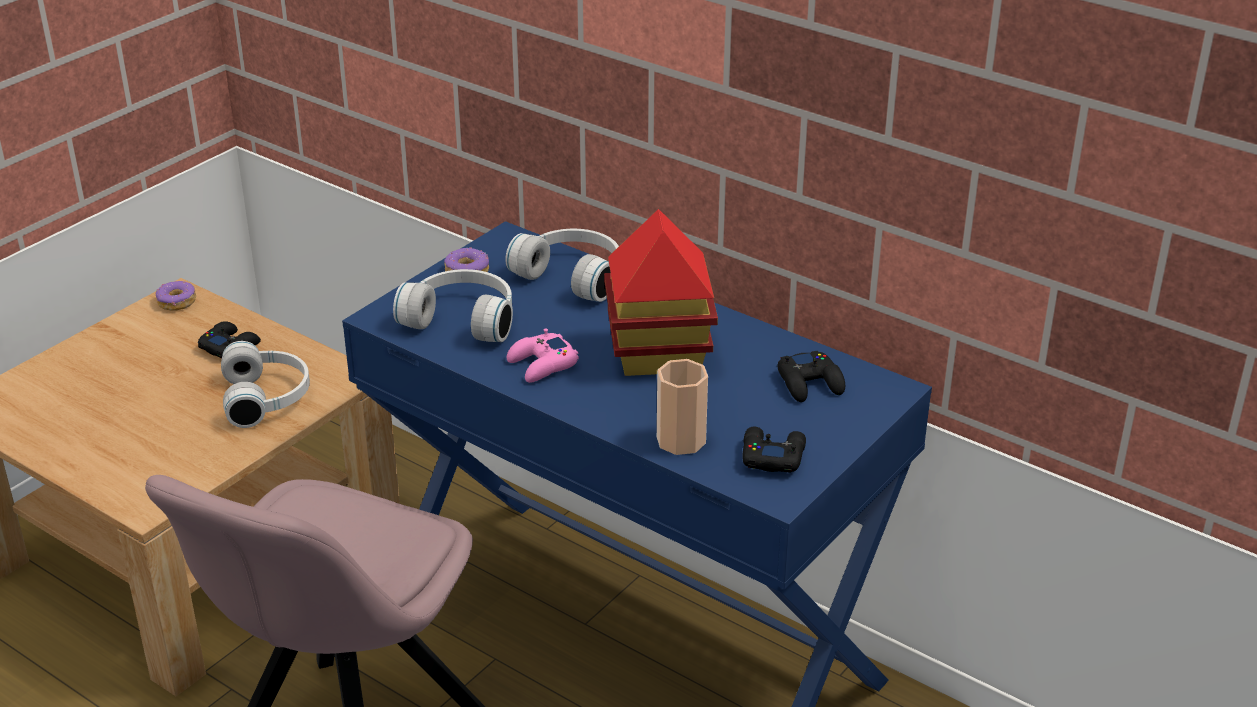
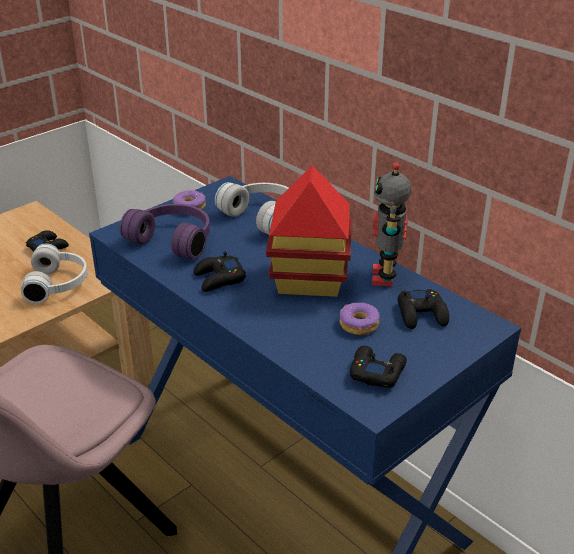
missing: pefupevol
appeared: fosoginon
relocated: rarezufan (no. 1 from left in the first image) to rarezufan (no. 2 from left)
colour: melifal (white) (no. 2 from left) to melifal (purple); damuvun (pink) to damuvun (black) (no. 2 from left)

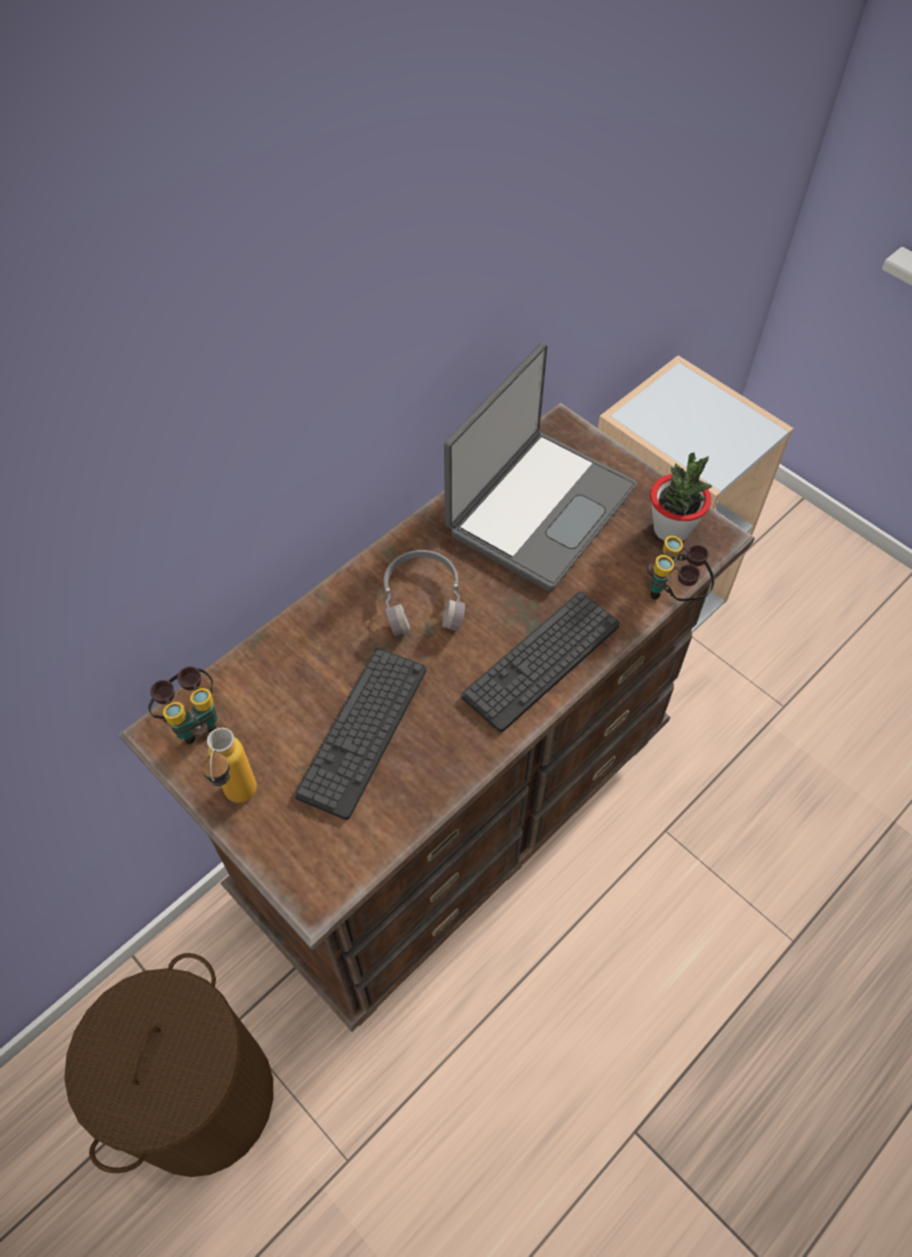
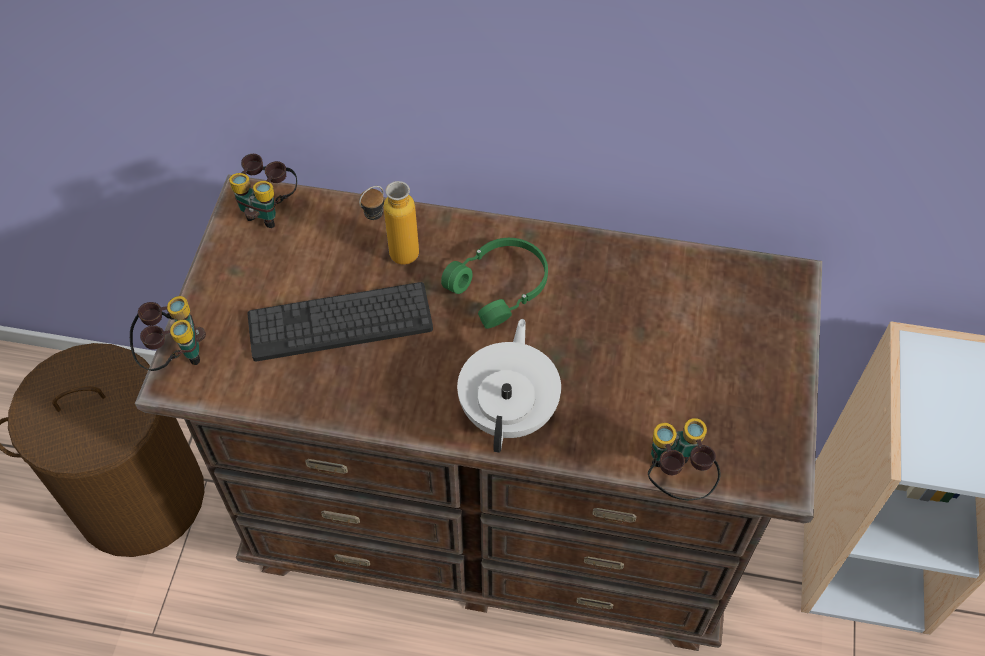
missing: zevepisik; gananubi
appeared: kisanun (no. 1 from left)
relocated: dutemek
exchanged: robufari (no. 2 from left) to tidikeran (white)
colour: melifal (grey) to melifal (green)

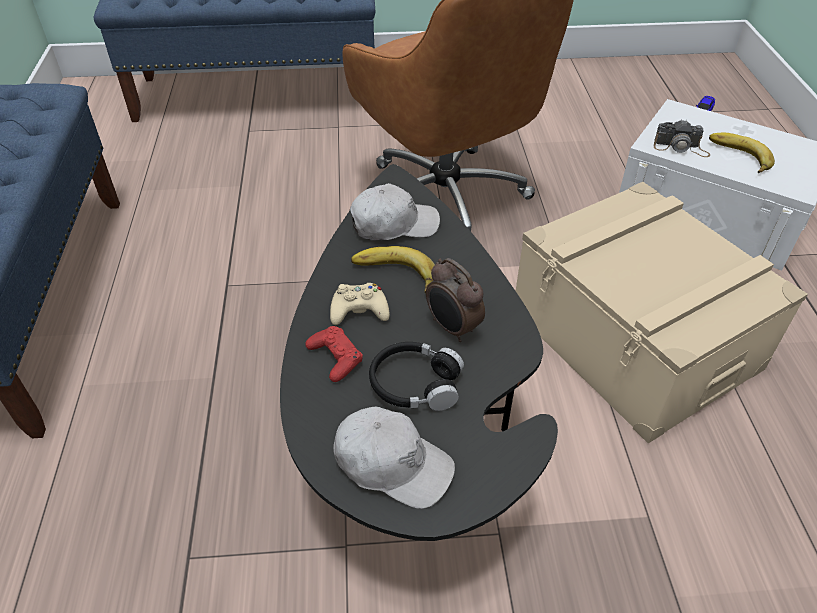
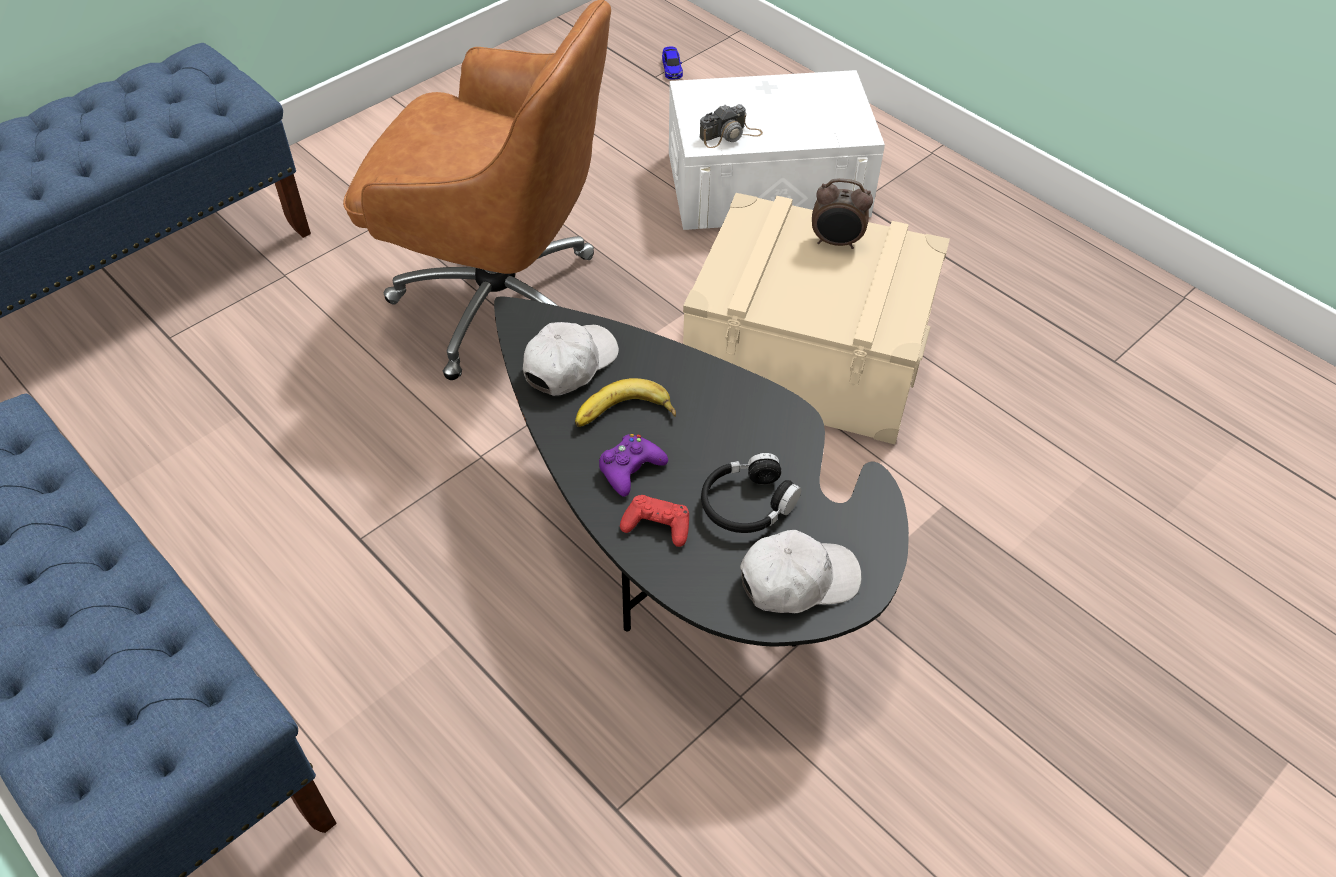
missing: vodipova (no. 2 from left)
relocated: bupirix
colour: damuvun (beige) to damuvun (purple)

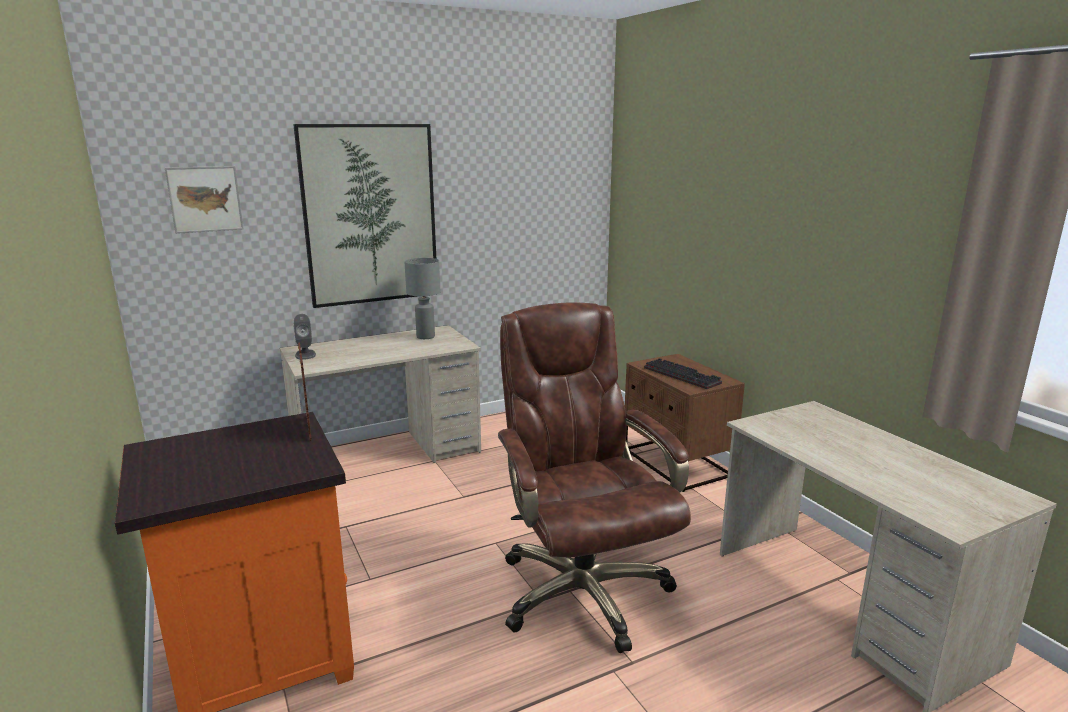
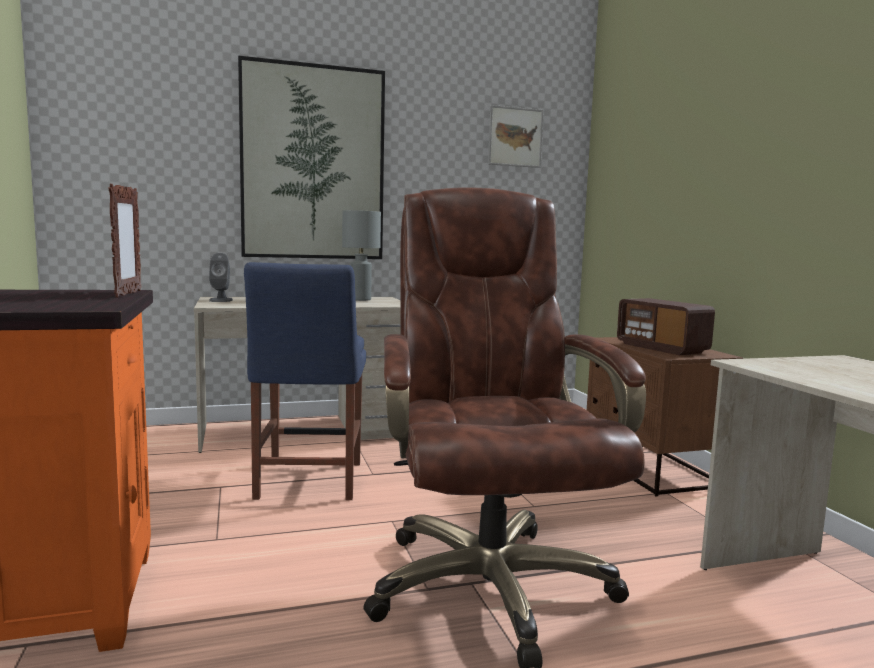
appeared: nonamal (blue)
relocated: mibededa (no. 1 from left in the first image) to mibededa (no. 2 from left)
exchanged: robufari to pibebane

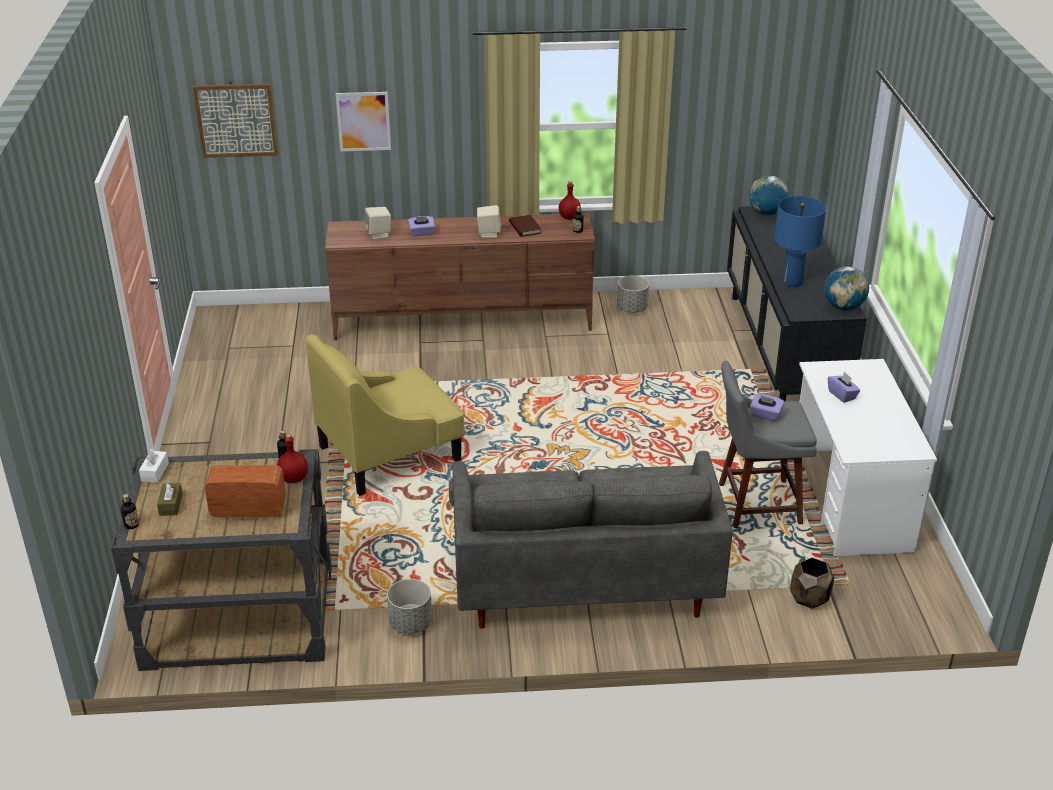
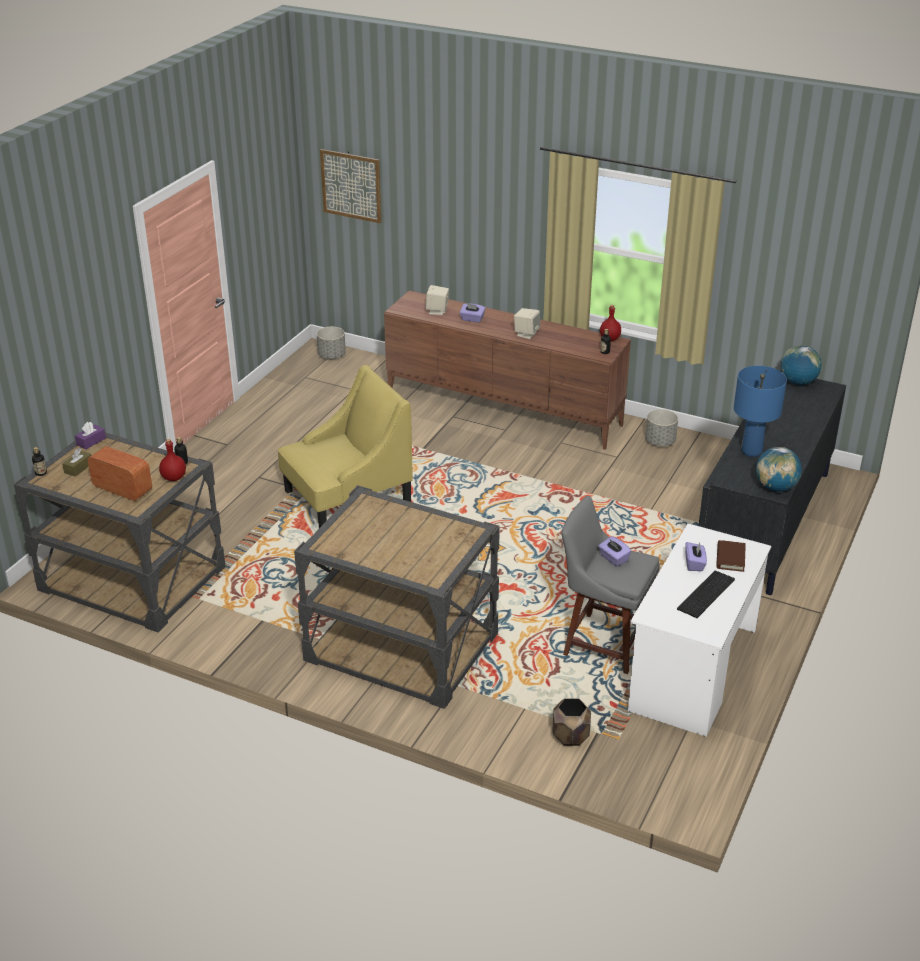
missing: mibededa (no. 2 from left)
appeared: robufari
relocated: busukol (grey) (no. 1 from left); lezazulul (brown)
exchanged: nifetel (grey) to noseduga (no. 2 from left)
colour: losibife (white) to losibife (purple) (no. 1 from left)
spun: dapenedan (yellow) 150 degrees clockwise

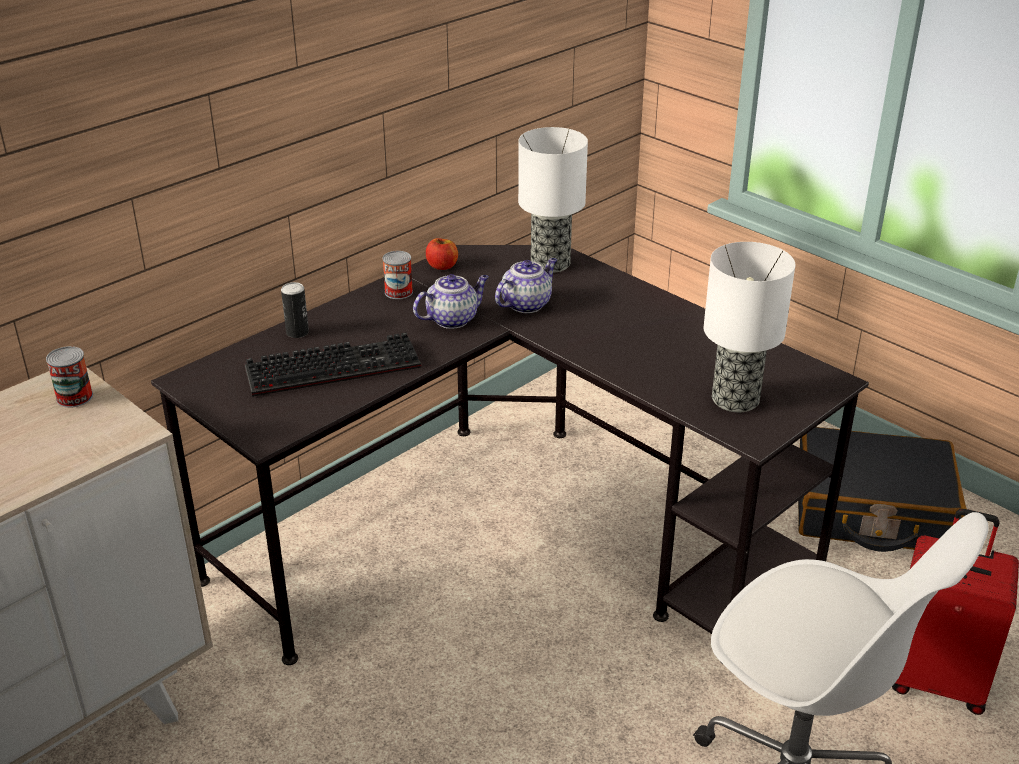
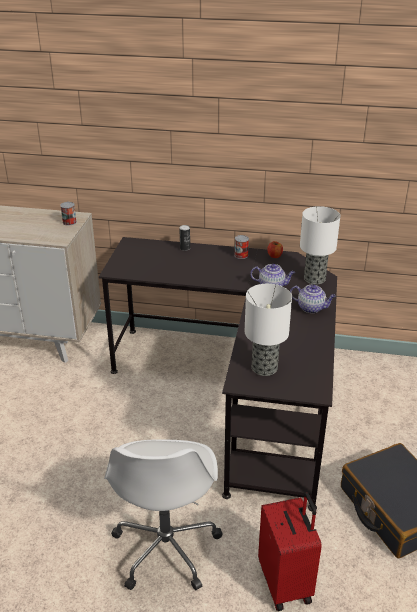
missing: robufari
relocated: tidikeran (no. 1 from left in the first image) to tidikeran (no. 2 from left)

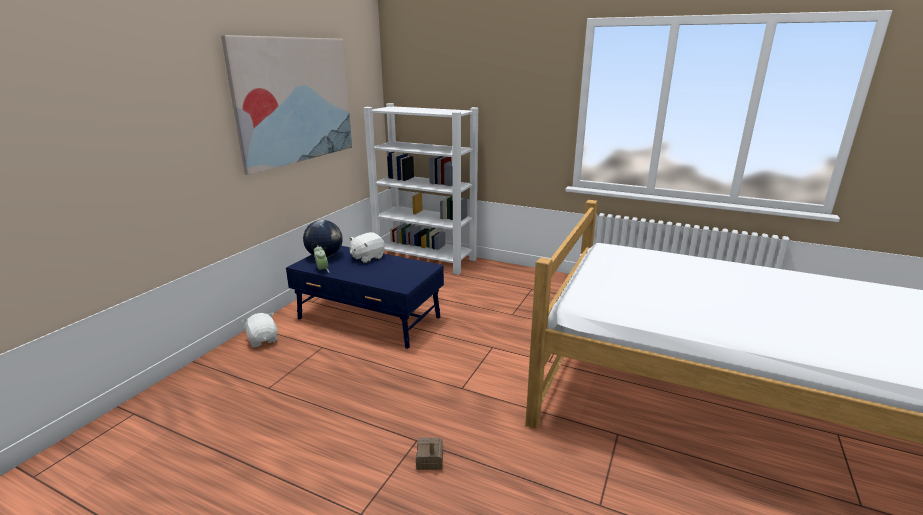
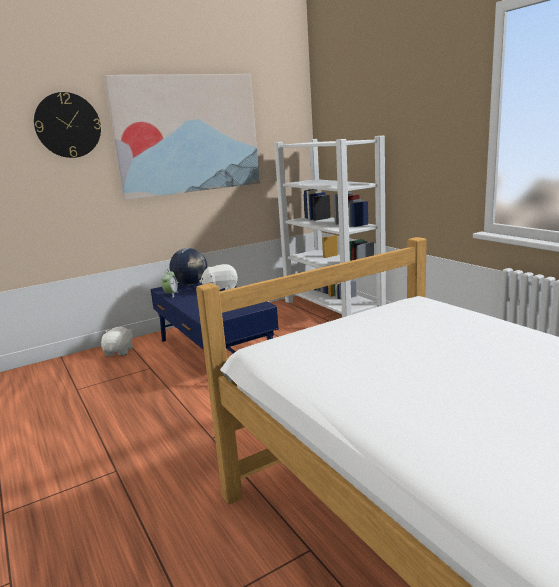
missing: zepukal
appeared: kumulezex

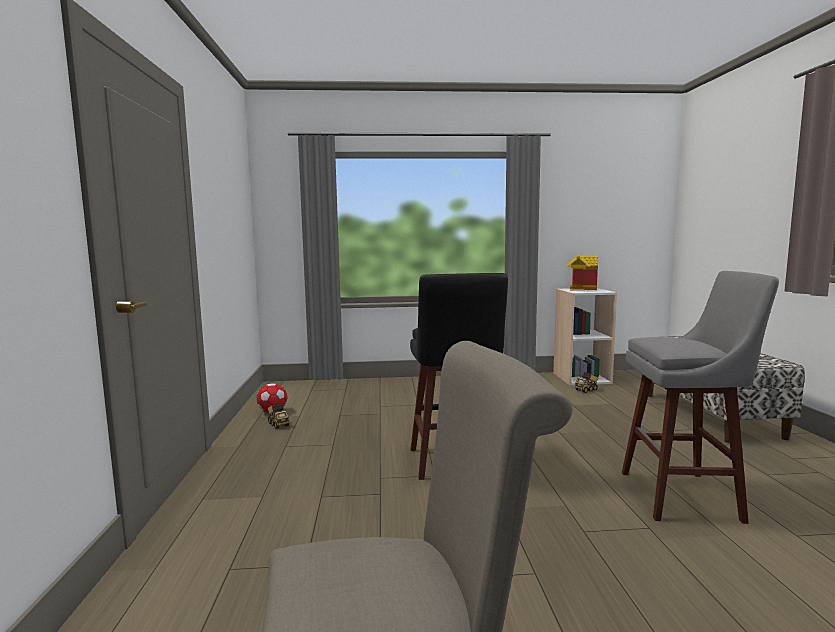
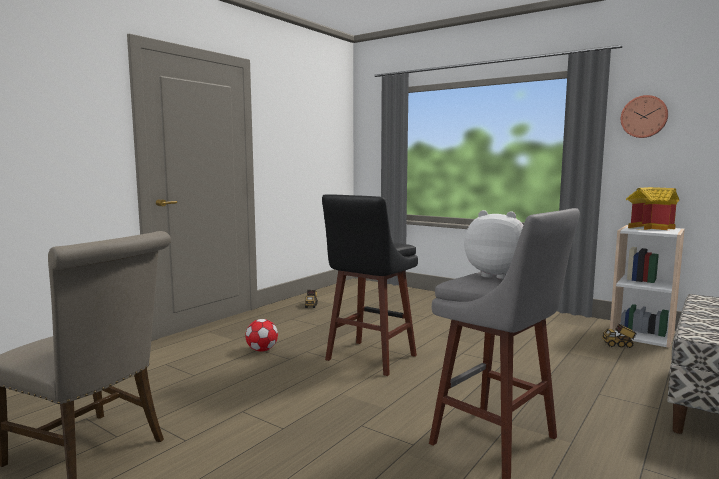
appeared: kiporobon; kumulezex
relocated: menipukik

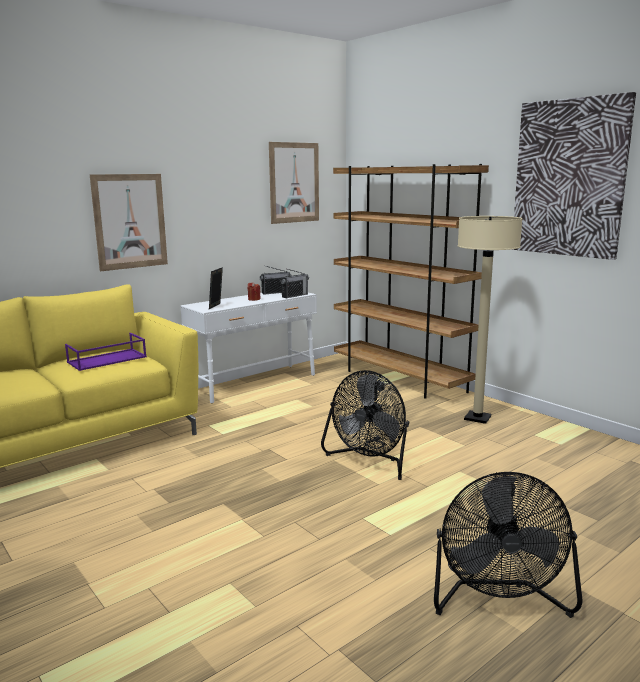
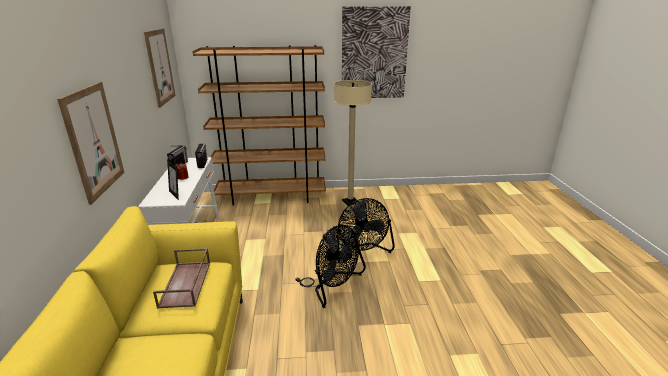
relocated: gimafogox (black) (no. 2 from left in the first image) to gimafogox (black) (no. 1 from left)
colour: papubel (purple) to papubel (brown)

